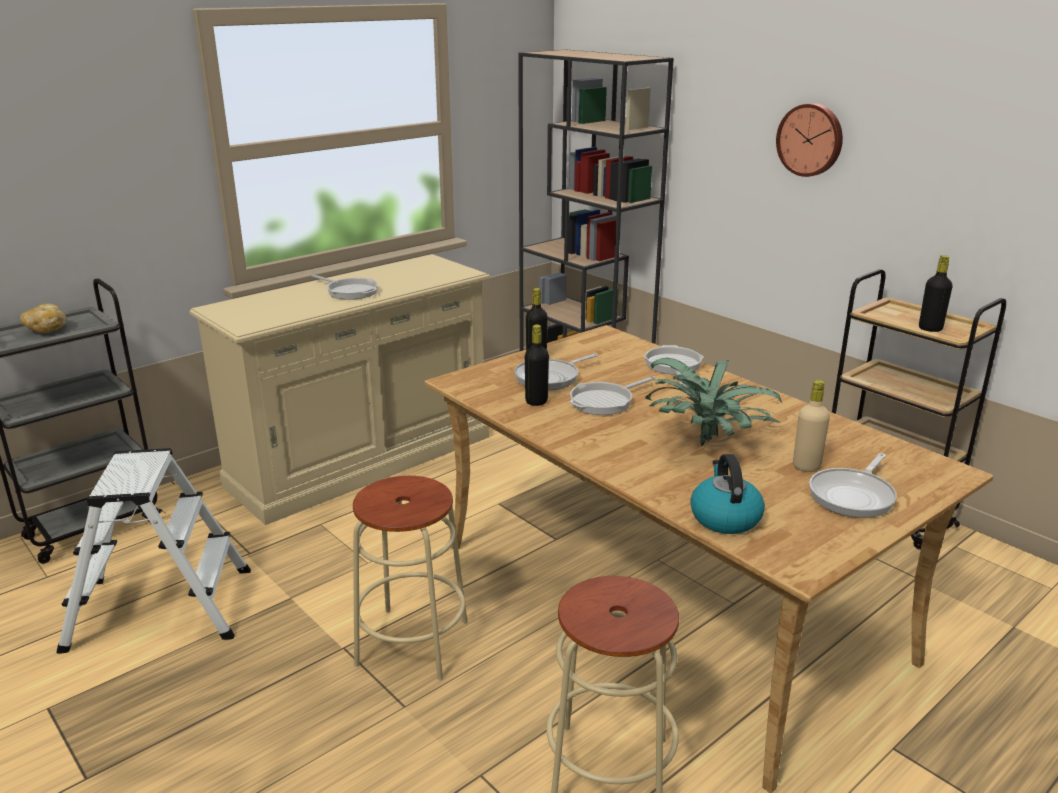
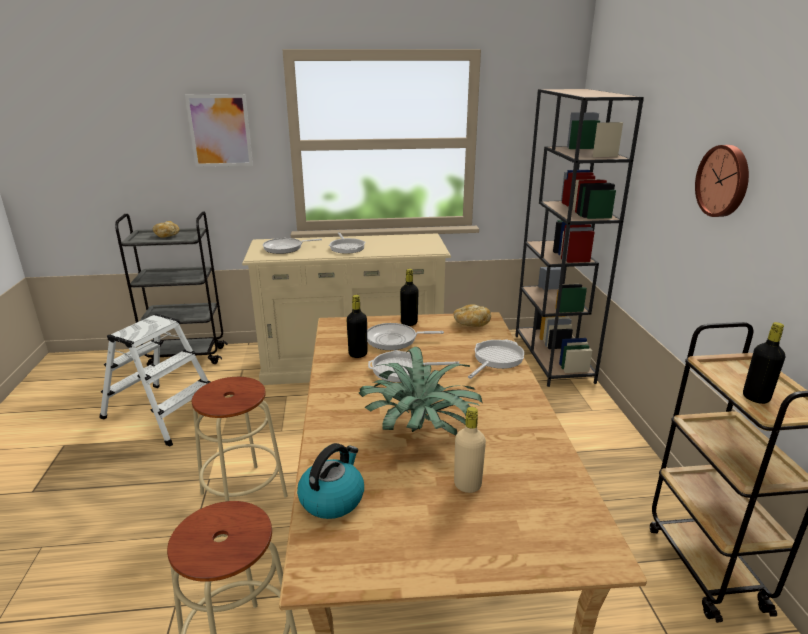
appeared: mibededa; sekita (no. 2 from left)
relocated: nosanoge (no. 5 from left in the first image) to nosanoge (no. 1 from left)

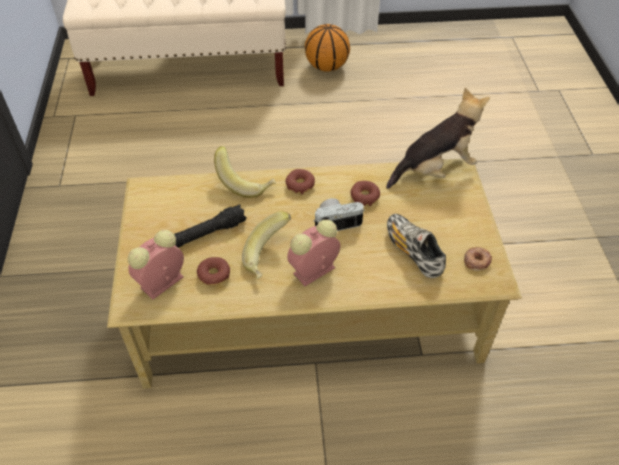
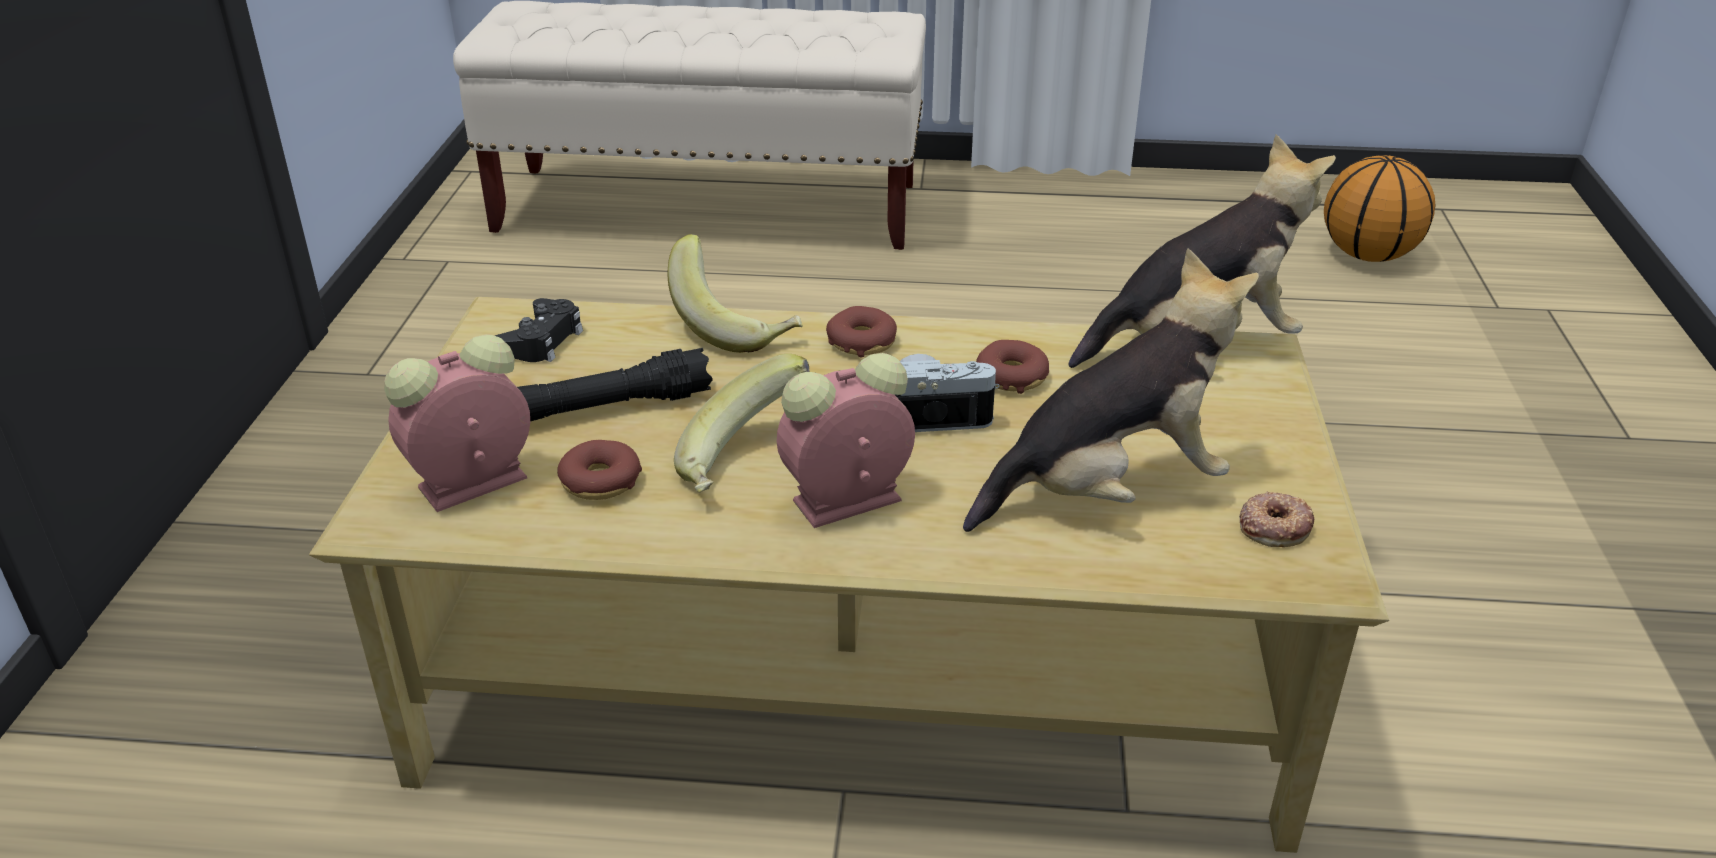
appeared: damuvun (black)
relocated: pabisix
exchanged: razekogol to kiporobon (no. 1 from left)

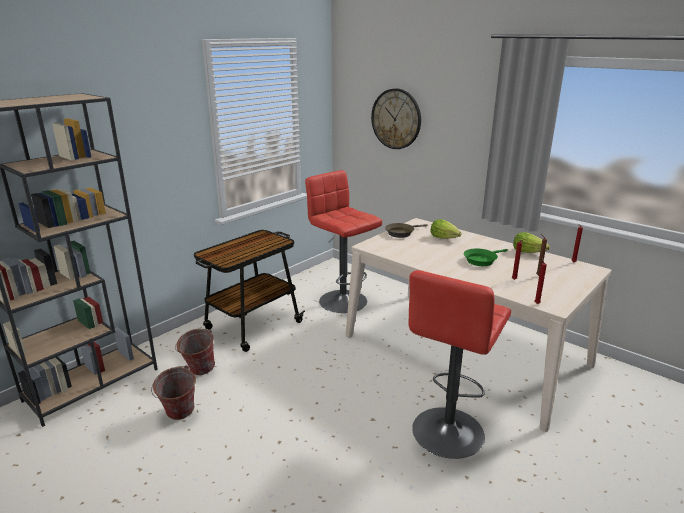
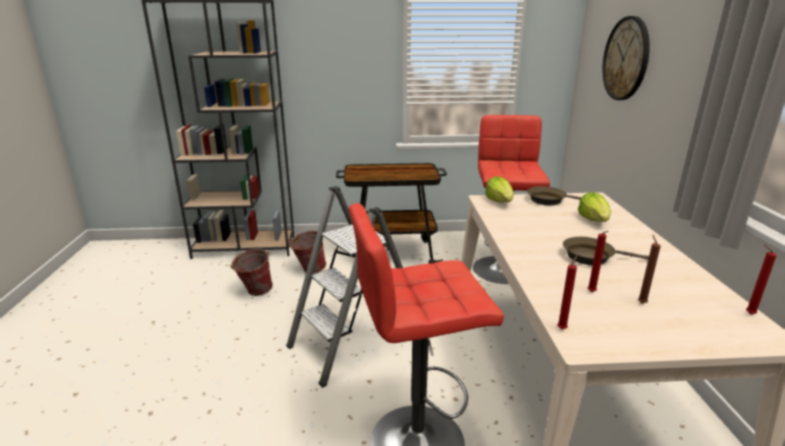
appeared: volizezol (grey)
relocated: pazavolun (no. 2 from left in the first image) to pazavolun (no. 1 from left)
colour: nosanoge (green) to nosanoge (brown) (no. 2 from left)

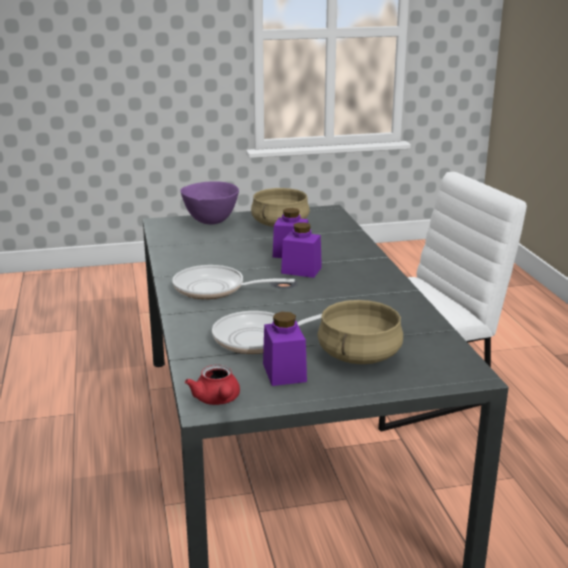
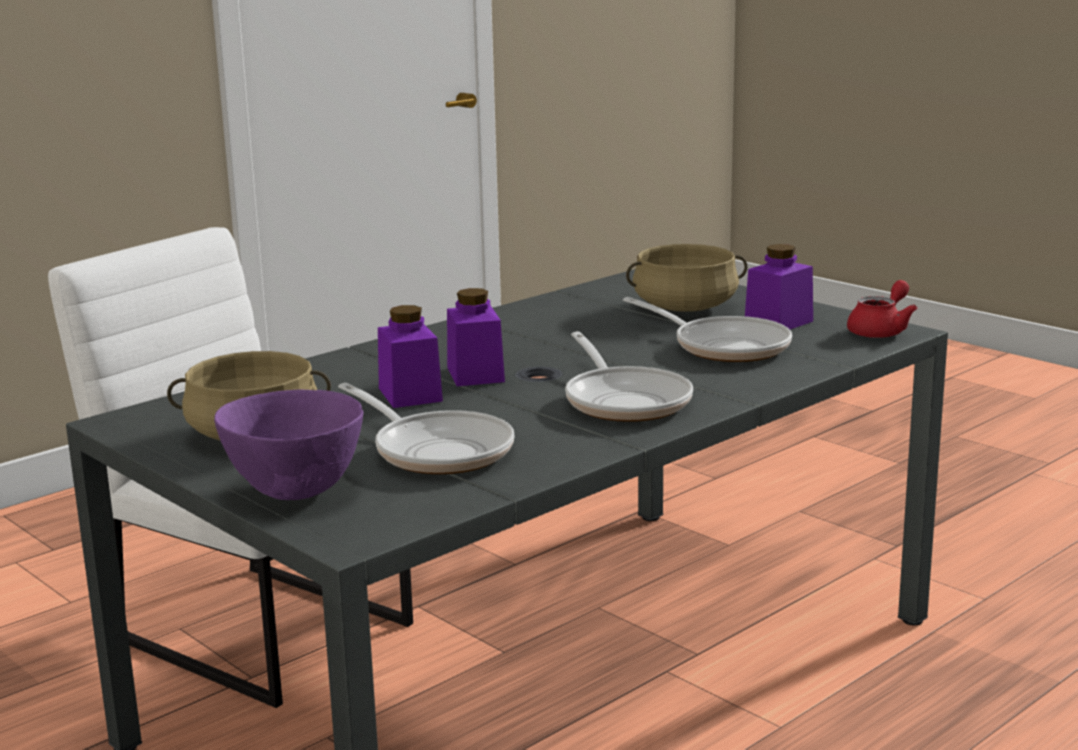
appeared: nosanoge (no. 1 from left)

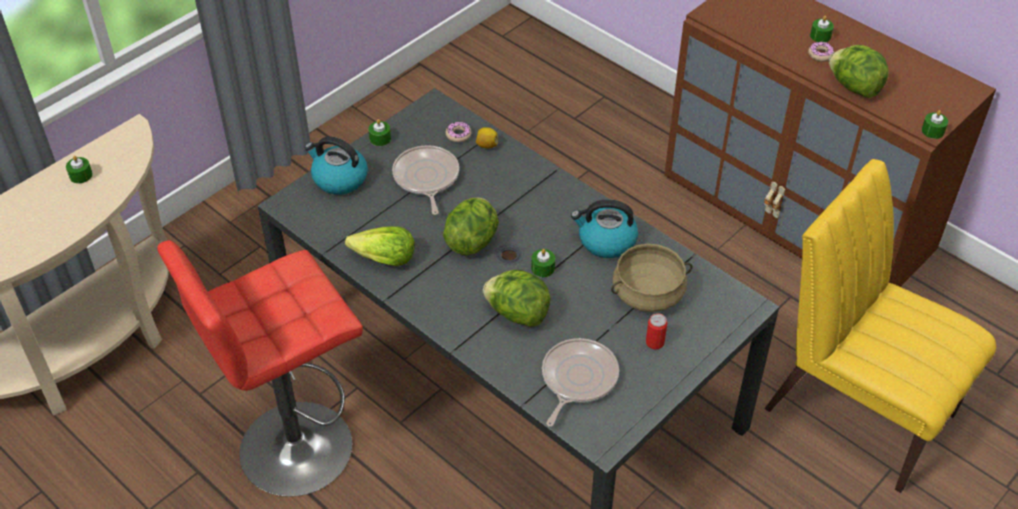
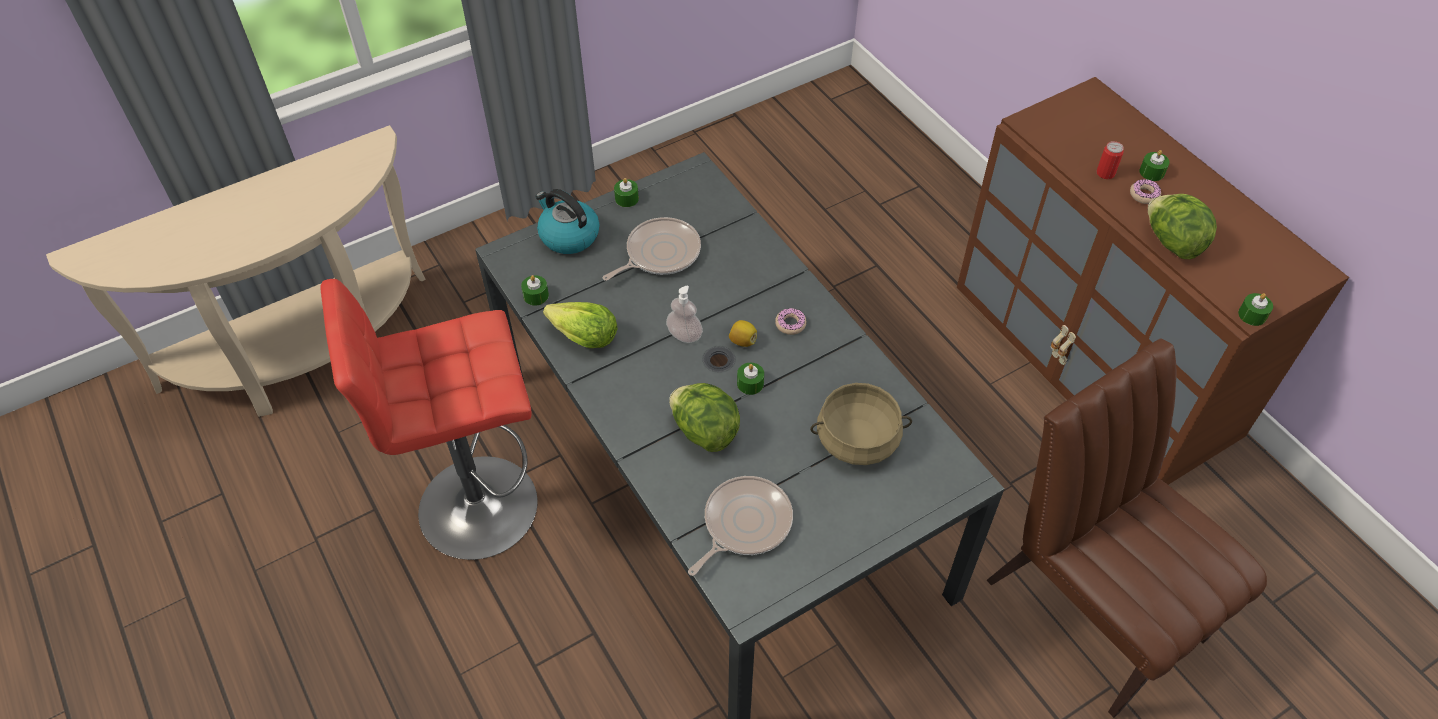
missing: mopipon (no. 2 from left)
relocated: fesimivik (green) (no. 1 from left); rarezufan (no. 1 from left); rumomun; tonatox
exchanged: pazavolun (no. 2 from left) to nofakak
colour: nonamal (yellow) to nonamal (brown)
spun: nosanoge (no. 1 from left) 45 degrees clockwise

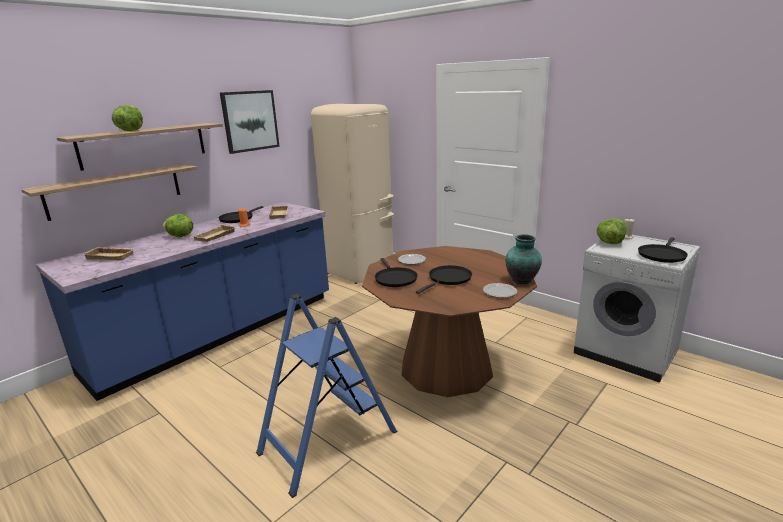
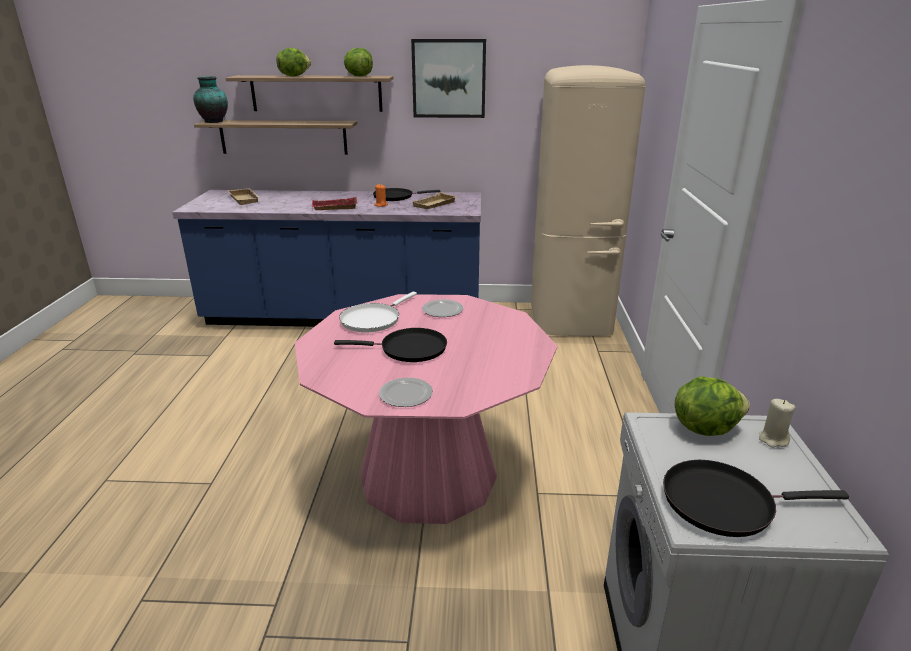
missing: volizezol (blue)
relocated: pazavolun (no. 2 from left); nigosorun
colour: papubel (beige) (no. 2 from left) to papubel (red); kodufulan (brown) to kodufulan (pink); nosanoge (black) (no. 2 from left) to nosanoge (white)

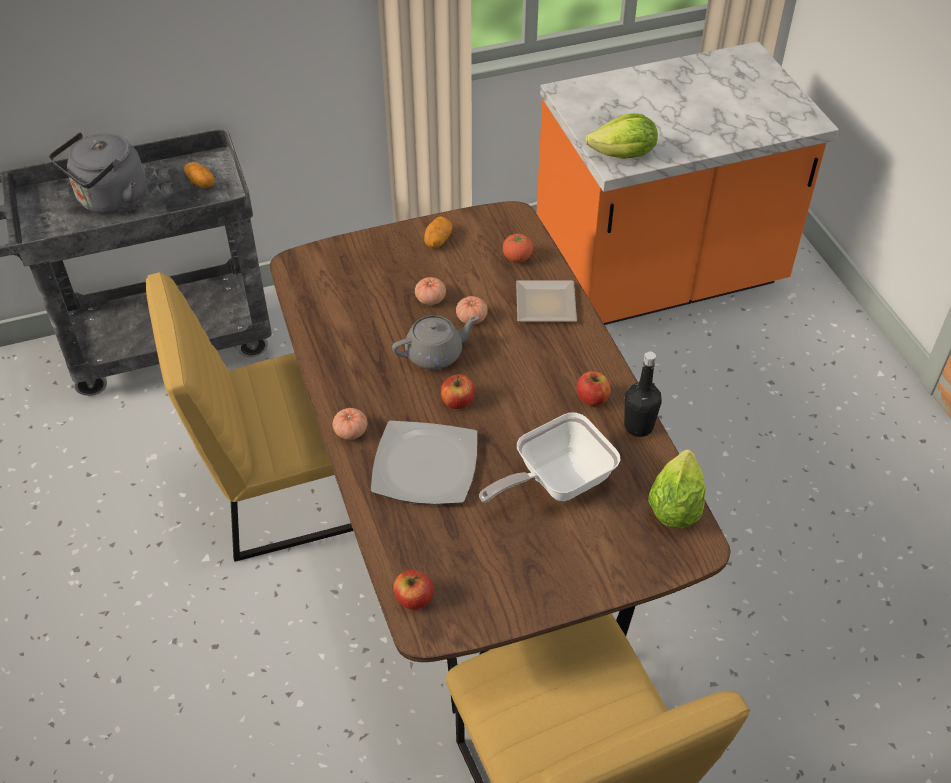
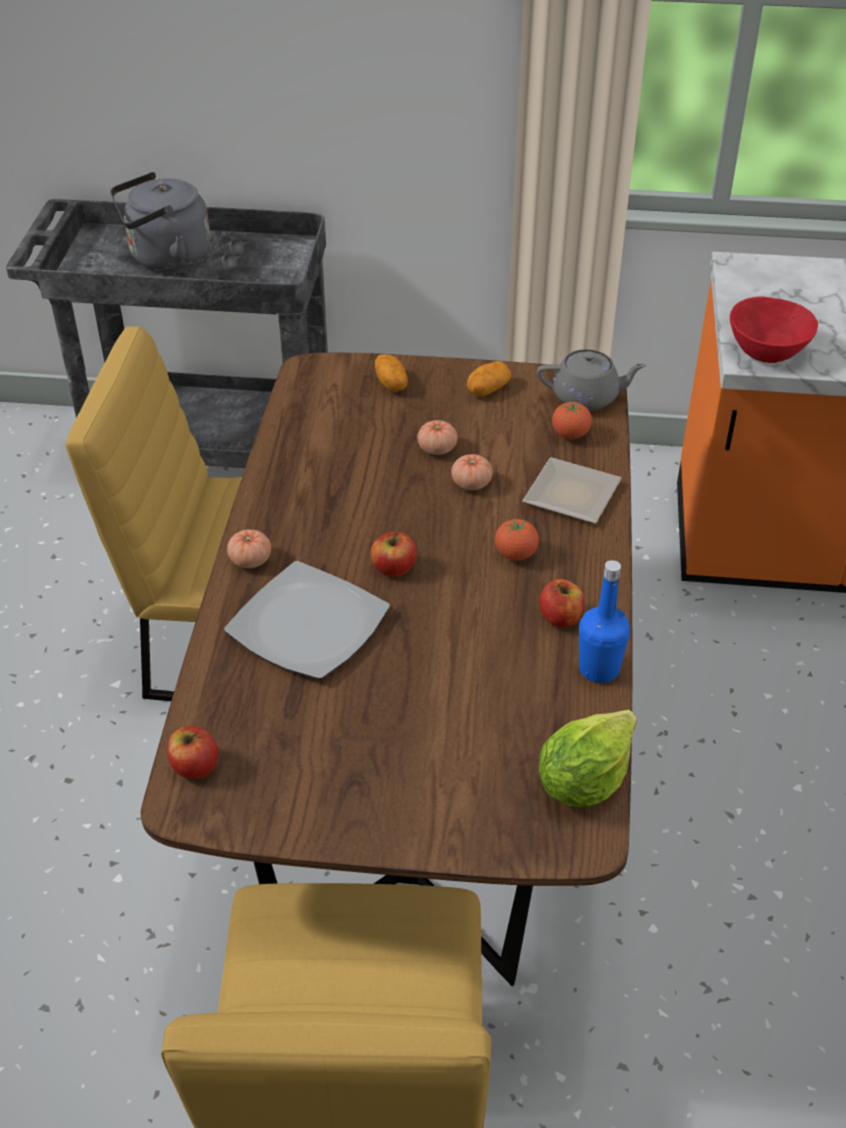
missing: nosanoge
appeared: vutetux (no. 4 from left)
relocated: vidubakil (no. 1 from left); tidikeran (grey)
exchanged: pazavolun (no. 1 from left) to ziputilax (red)
colour: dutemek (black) to dutemek (blue)

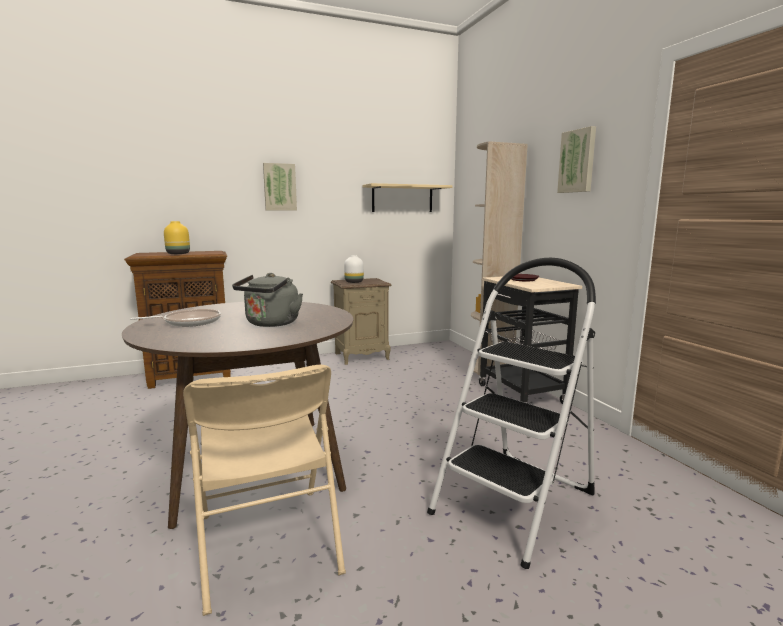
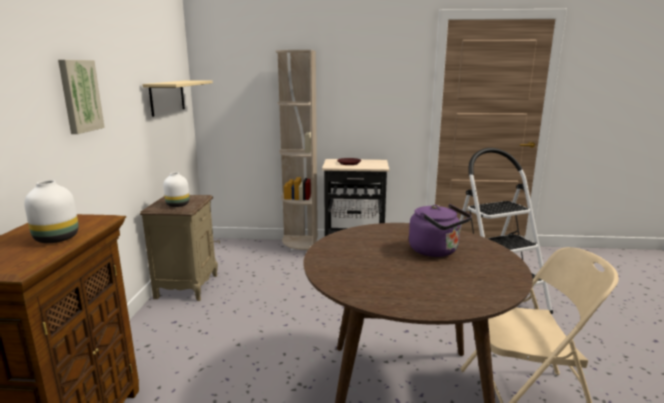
missing: nosanoge; mibededa (no. 2 from left)
colour: nigosorun (yellow) to nigosorun (white) (no. 1 from left); mopipon (grey) to mopipon (purple)

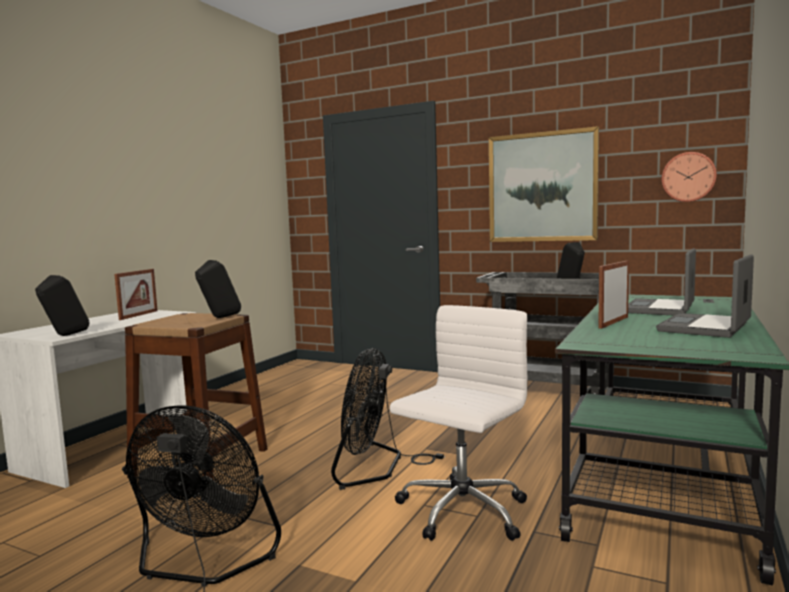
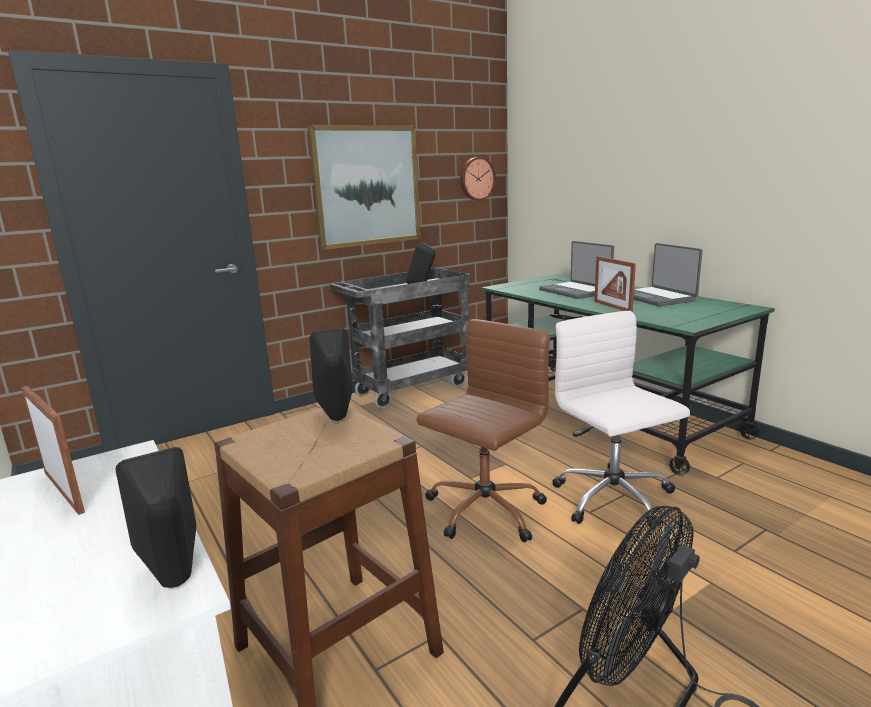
exchanged: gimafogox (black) (no. 2 from left) to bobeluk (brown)

